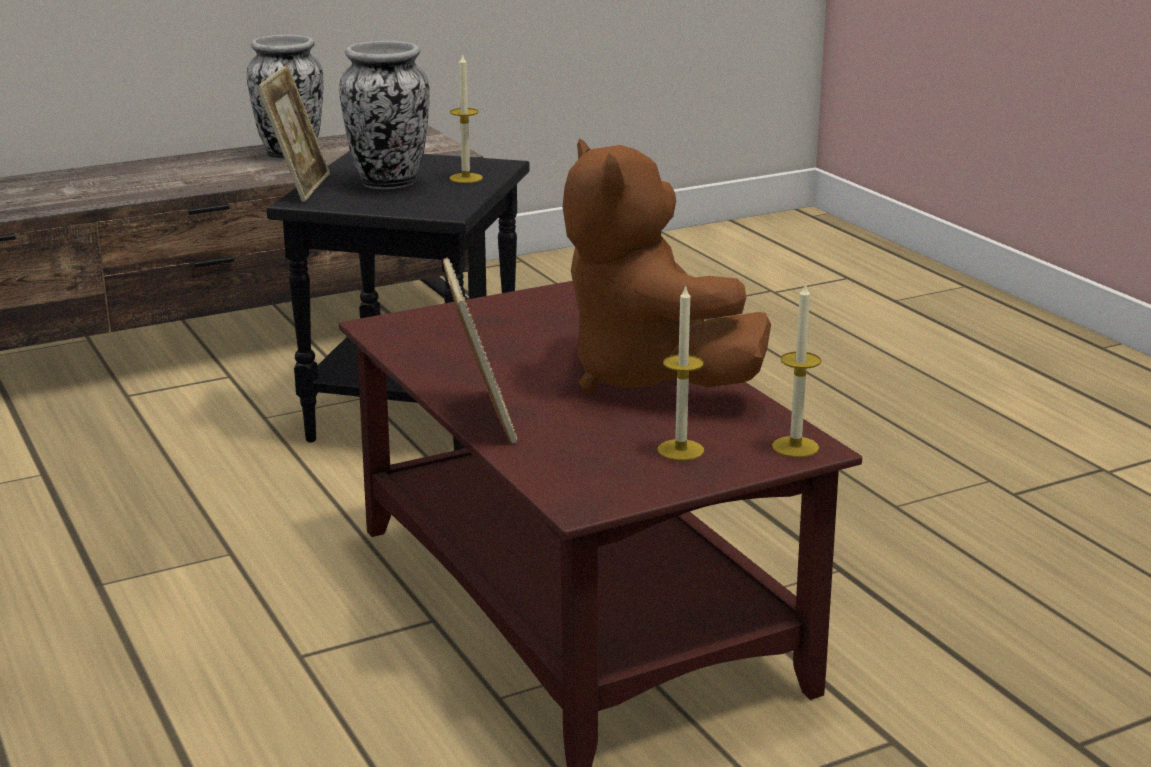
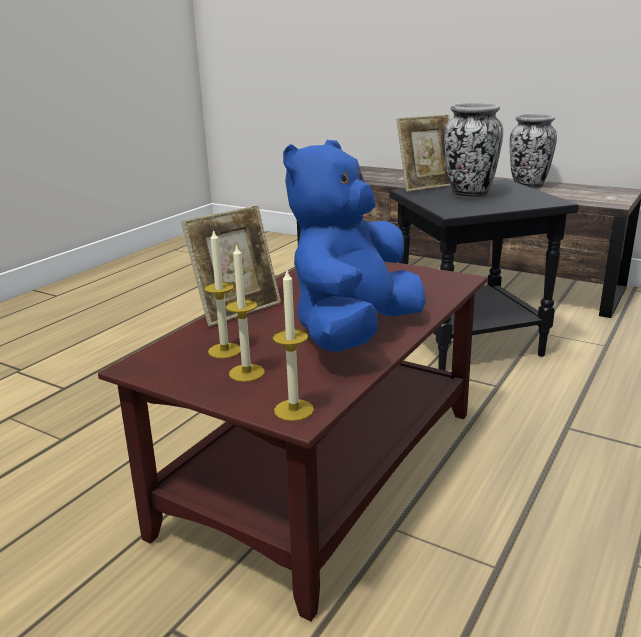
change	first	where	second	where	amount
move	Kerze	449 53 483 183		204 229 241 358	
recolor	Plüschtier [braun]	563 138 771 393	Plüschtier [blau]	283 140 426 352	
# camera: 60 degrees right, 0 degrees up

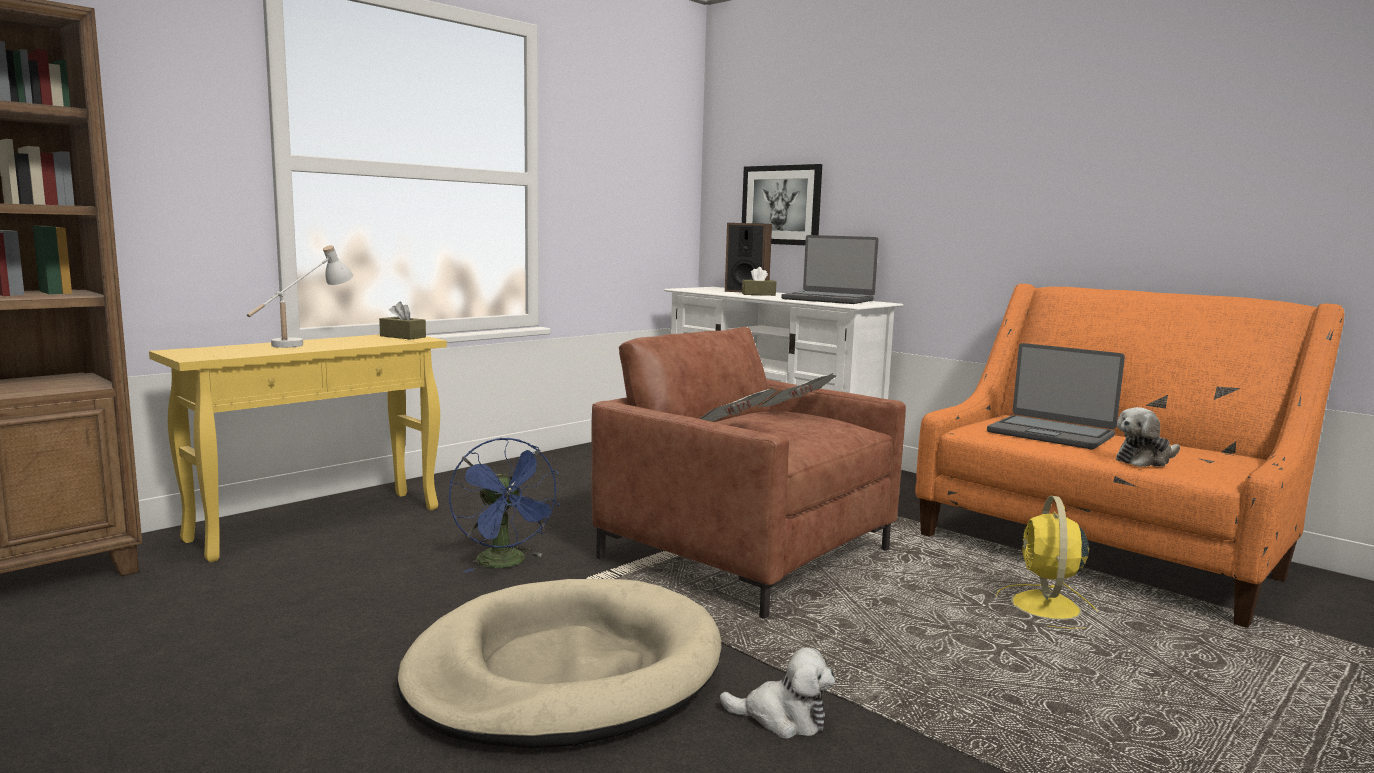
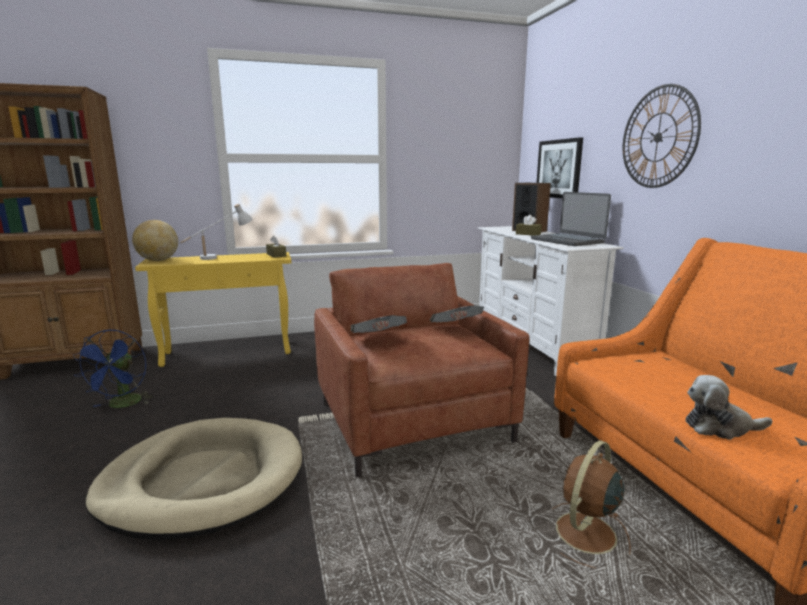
change	first	where	second	where	amount
move	Ventilator [blau]	449 438 560 573		73 329 153 408	
insert			Globus	132 220 178 261	
recolor	Ventilator [gelb]	996 496 1099 628	Ventilator [braun]	552 440 631 568	
insert			Wanduhr	623 84 701 188	
delete	Plüschtier	720 647 835 739			
delete	Laptop	987 343 1125 449			
# camera: 30 degrees right, 5 degrees up

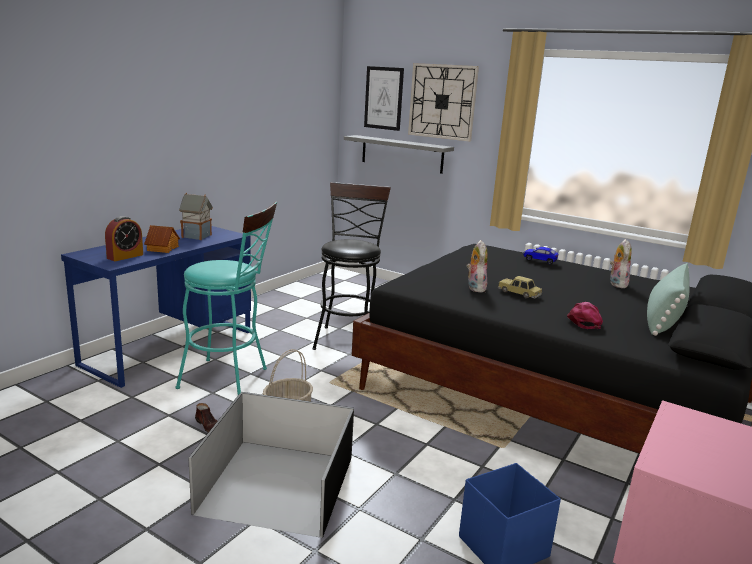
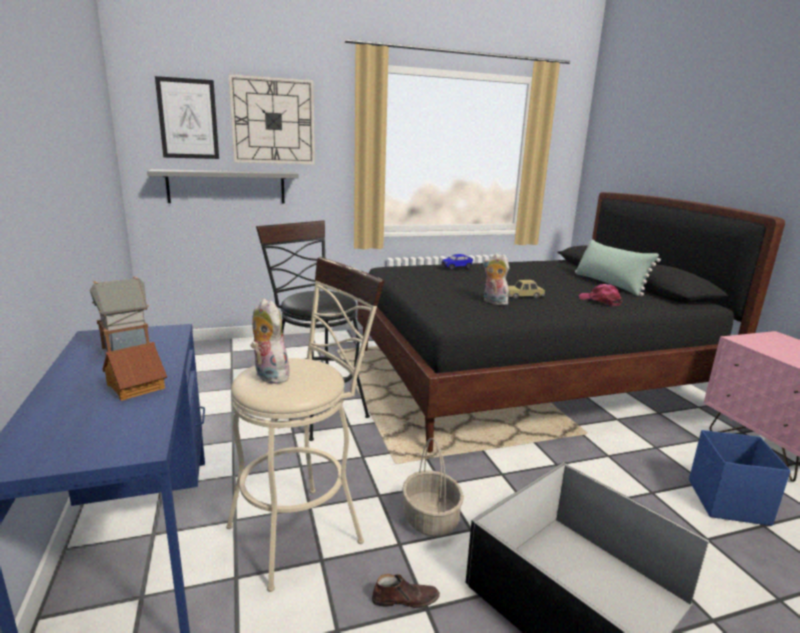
change	first	where	second	where	amount
recolor	Hocker [türkis]	176 202 277 395	Hocker [beige]	226 257 385 592	
move	Plüschtier	610 239 632 288		250 299 289 384	
delete	Wecker	105 216 143 261			
# camera: 50 degrees left, 0 degrees up

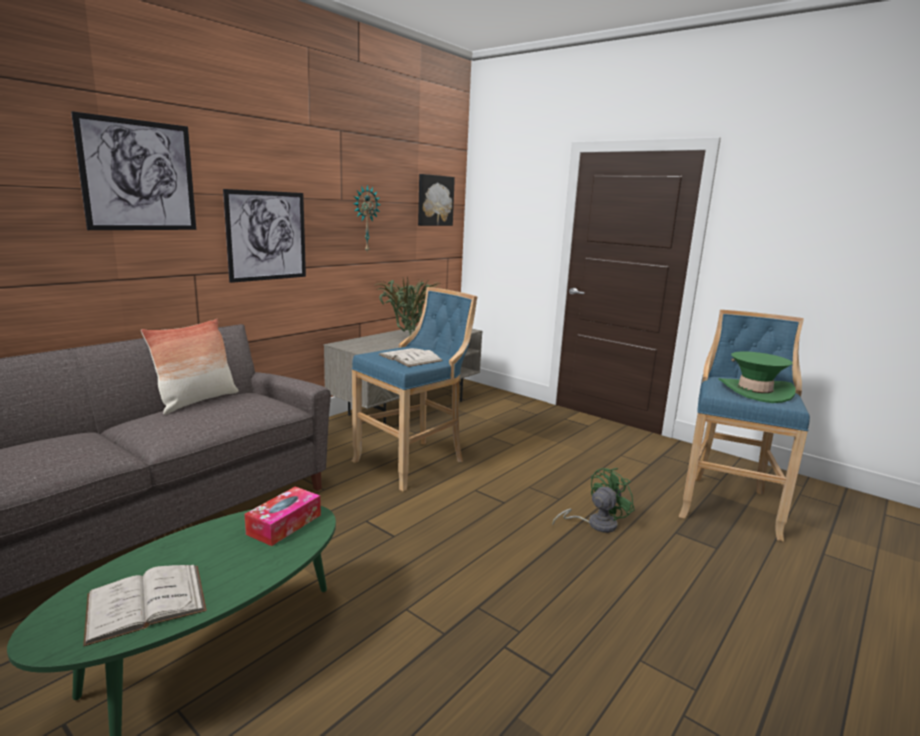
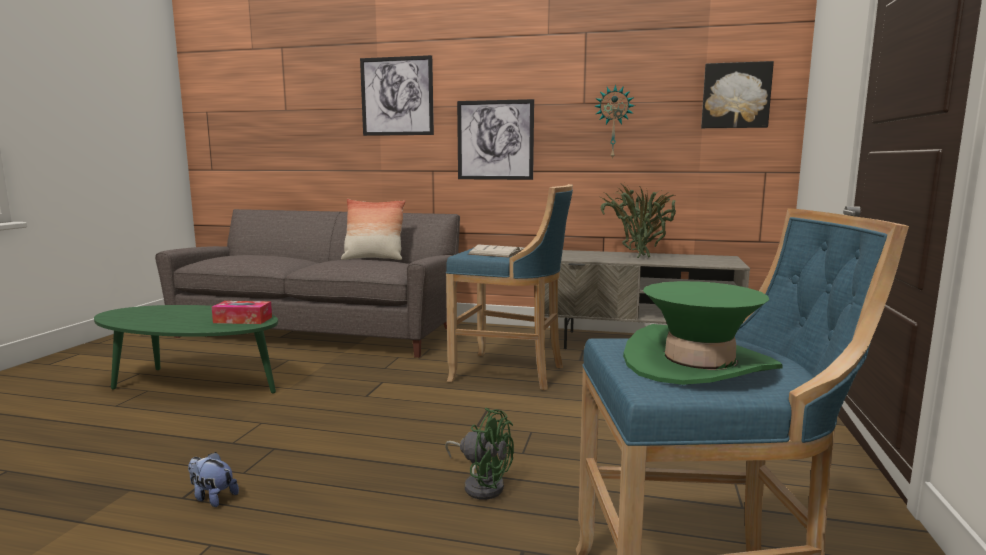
change	first	where	second	where	amount
insert			Plüschtier	188 452 239 507	
delete	Buch [weiß]	83 565 207 647			
# camera: 65 degrees right, 5 degrees down

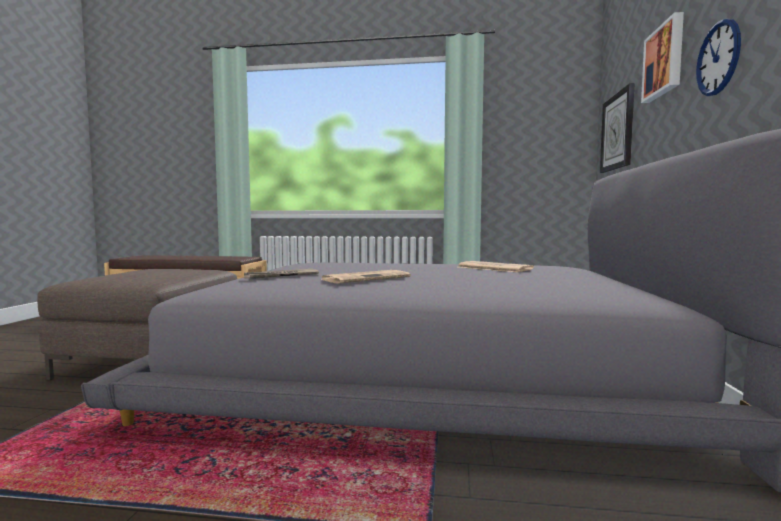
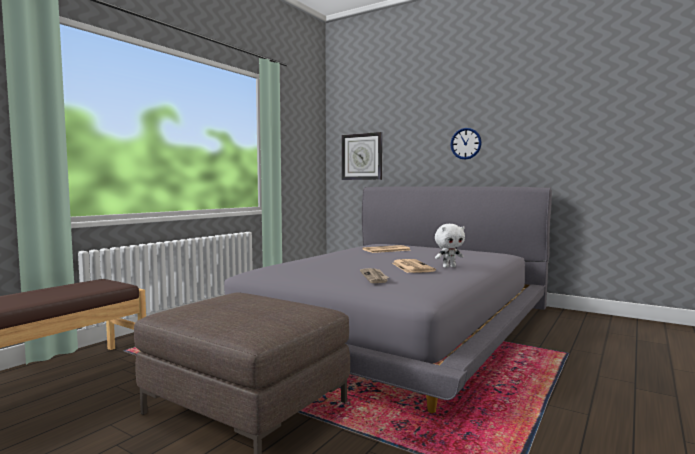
change	first	where	second	where	amount
insert			Plüschtier [weiß]	435 224 465 268	
delete	Bild	641 12 684 103			
# camera: 65 degrees left, 0 degrees up

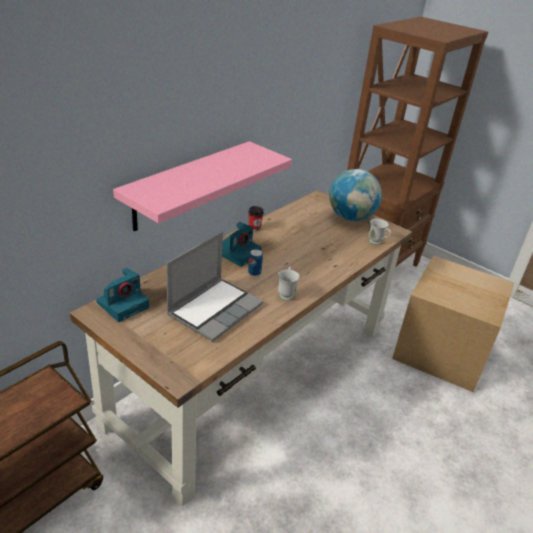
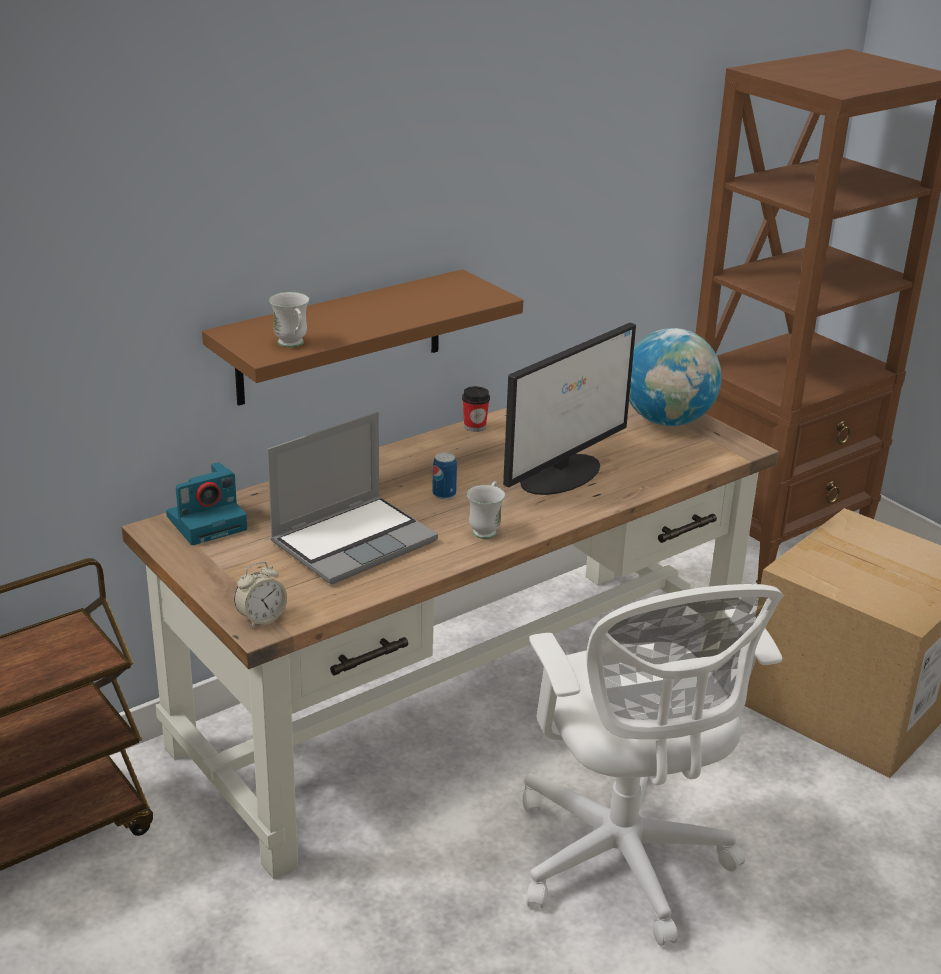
change	first	where	second	where	amount
recolor	Wandregal [rosa]	113 141 292 231	Wandregal [braun]	202 269 523 406	
insert			Wecker	234 562 287 629	
move	Henkelbecher [weiß]	369 219 391 245		269 292 309 347	
insert			Monitor	503 322 636 495	
insert			Bürostuhl [weiß]	523 584 784 946	
delete	Kamera	222 222 262 267			
# camera: 15 degrees right, 5 degrees down

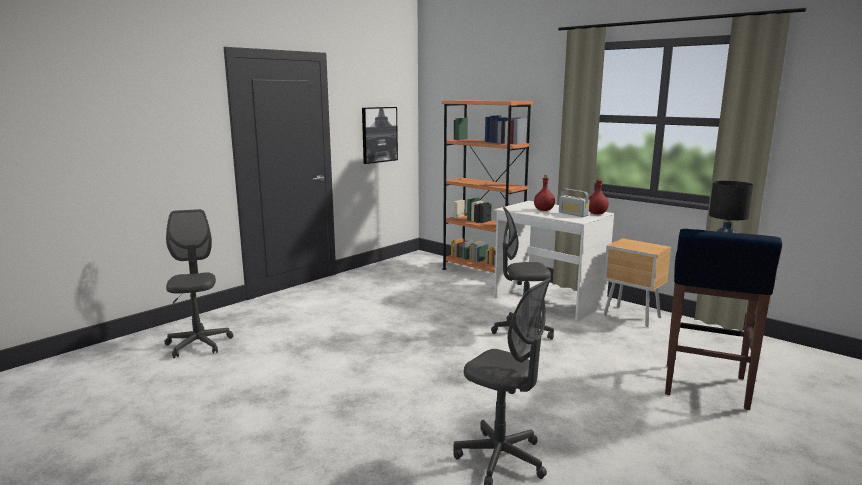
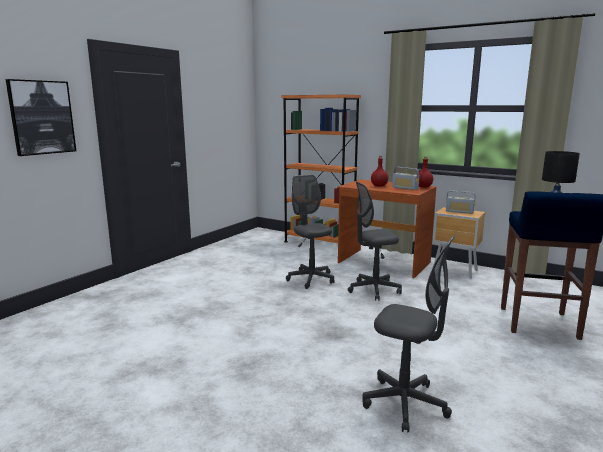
change	first	where	second	where	amount
move	Bild	362 107 398 164		5 79 76 156	
move	Bürostuhl [grau]	165 209 233 358		286 174 335 289	
recolor	Schreibtisch [weiß]	494 201 614 322	Schreibtisch [braun]	337 179 436 278	
insert			Radio	446 191 476 214	
# camera: 10 degrees left, 0 degrees up

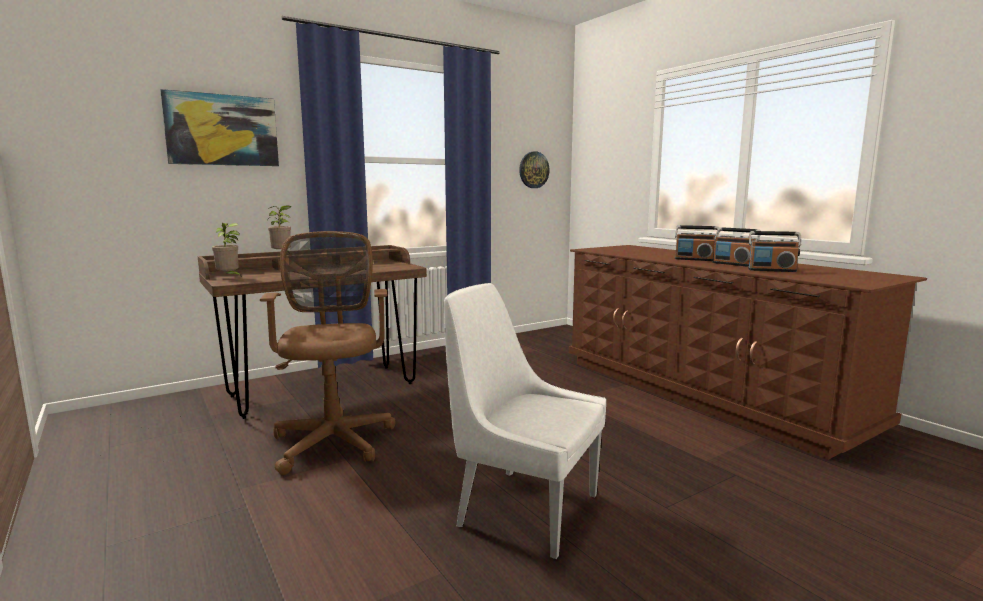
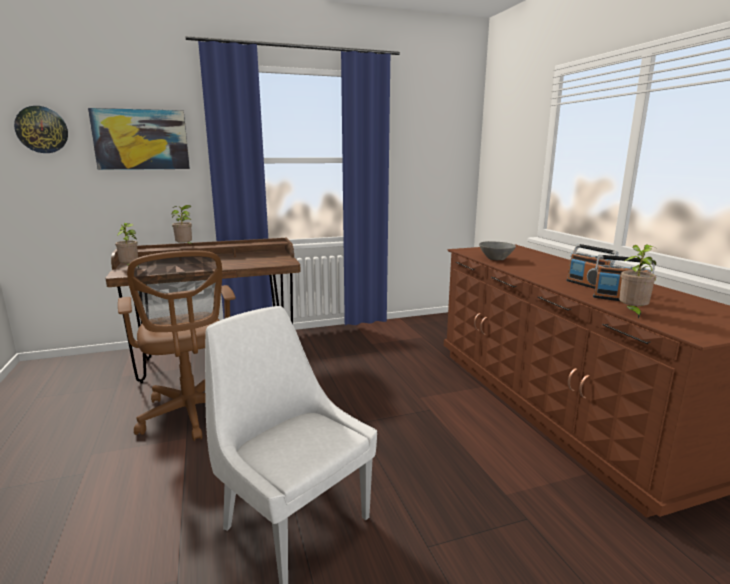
change	first	where	second	where	amount
move	Wanduhr	519 151 550 188		14 106 68 153	
rotate	Bürostuhl [braun]	260 231 395 475		118 250 235 441	150 degrees clockwise
insert			Schüssel [grau]	479 241 516 260	
insert			Topfpflanze	619 245 656 318	
delete	Radio	675 225 719 261			
# camera: 15 degrees right, 5 degrees up

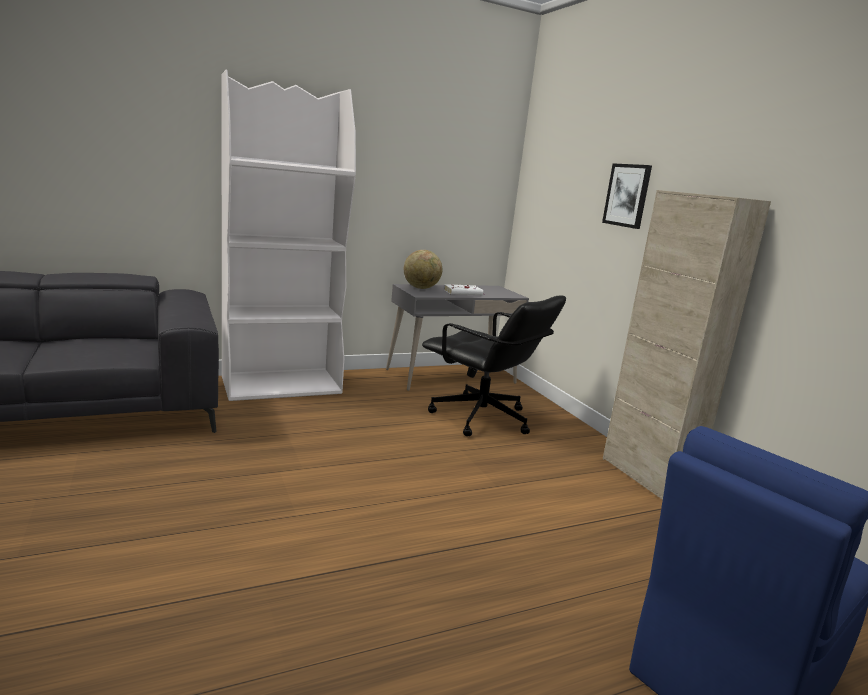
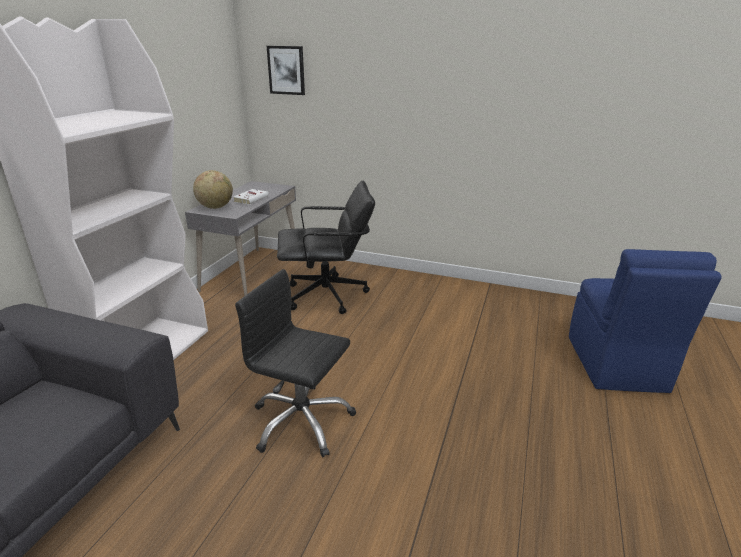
change	first	where	second	where	amount
insert			Bürostuhl [schwarz]	235 269 356 457	
move	Bild	602 163 652 229		267 46 305 95	
delete	Schrank [beige]	603 190 771 500			
# camera: 45 degrees left, 10 degrees up

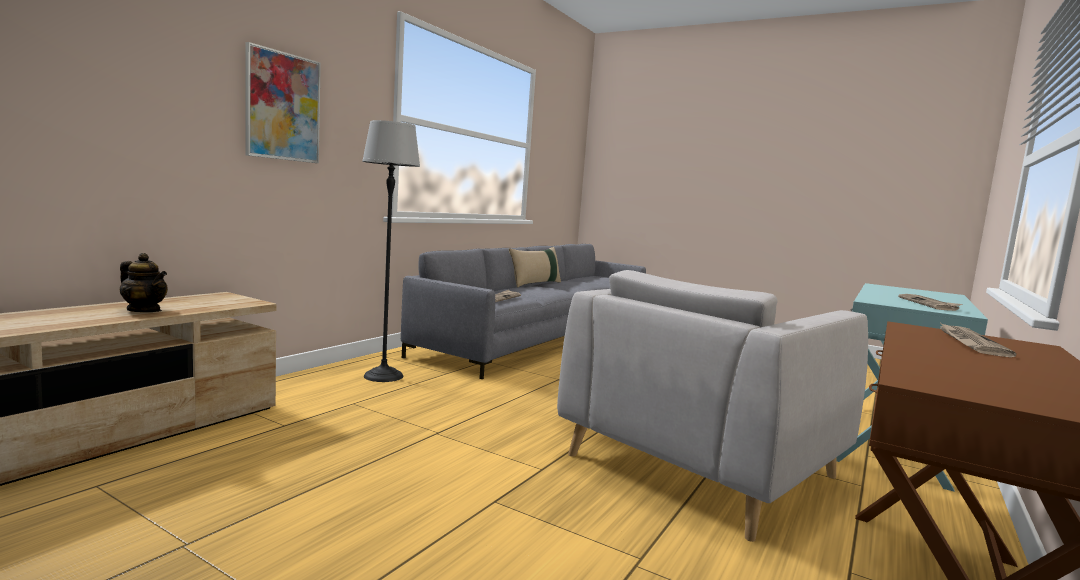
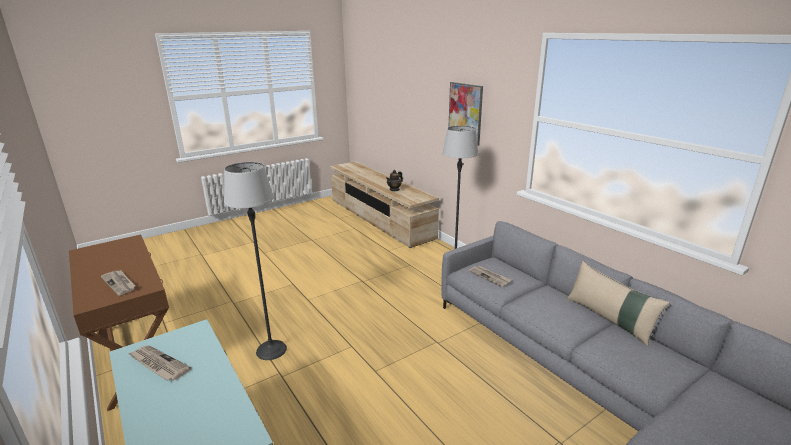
change	first	where	second	where	amount
replace	Sessel [grau]	557 270 868 542	Stehlampe	224 162 287 360	
# camera: 115 degrees right, 15 degrees up

